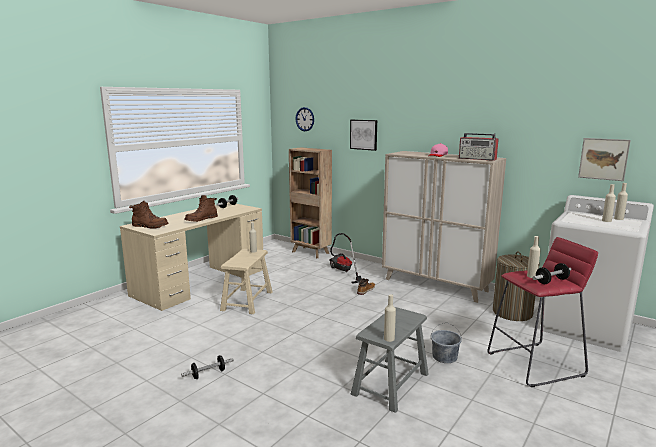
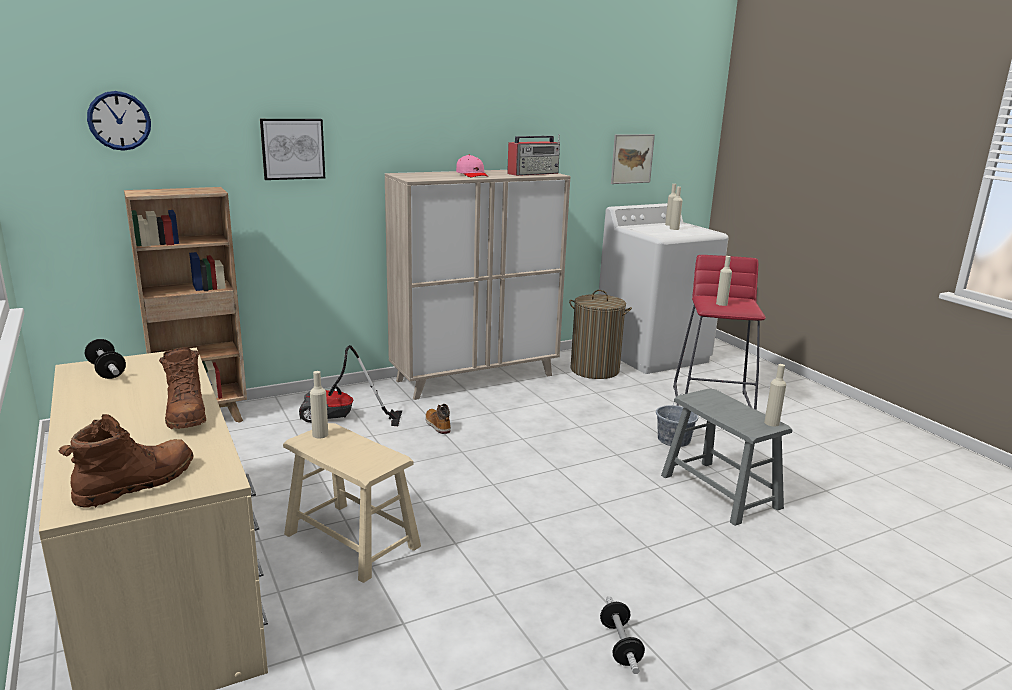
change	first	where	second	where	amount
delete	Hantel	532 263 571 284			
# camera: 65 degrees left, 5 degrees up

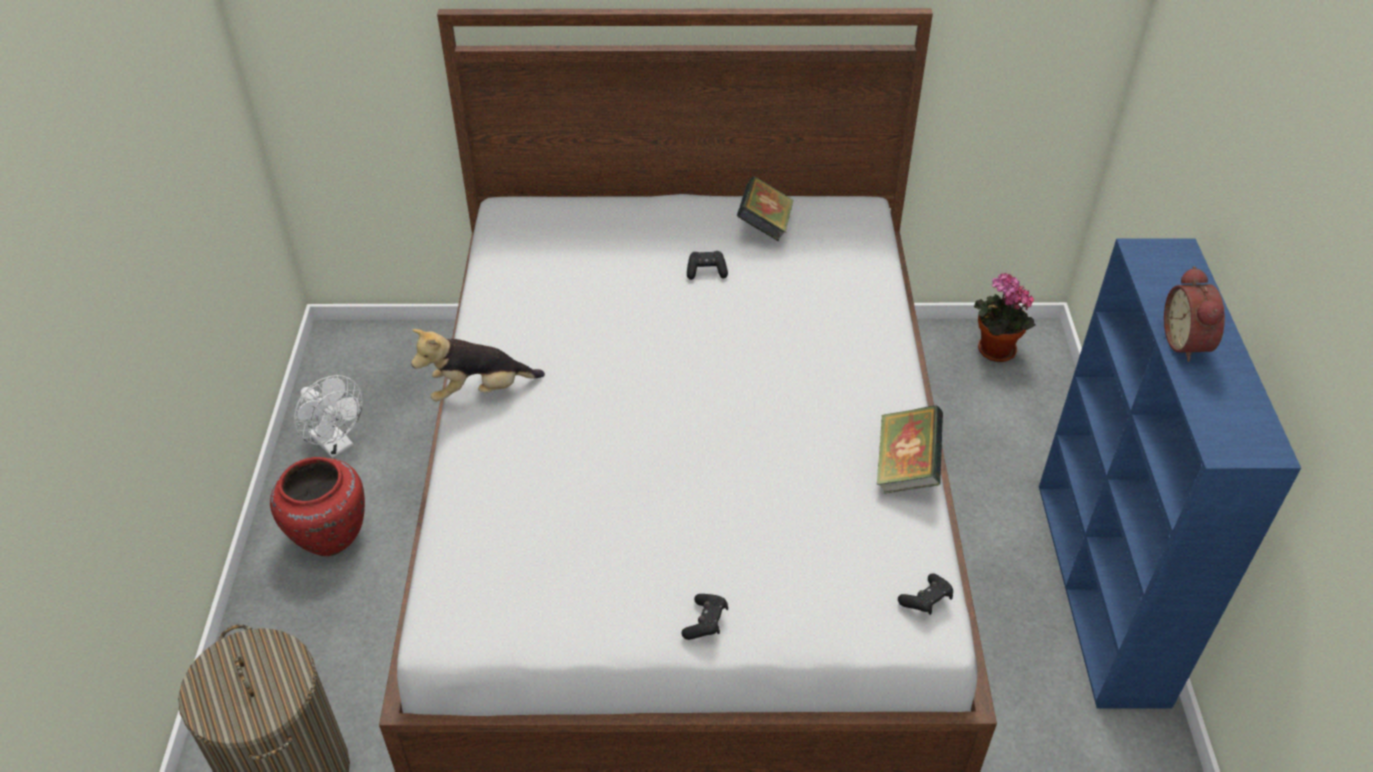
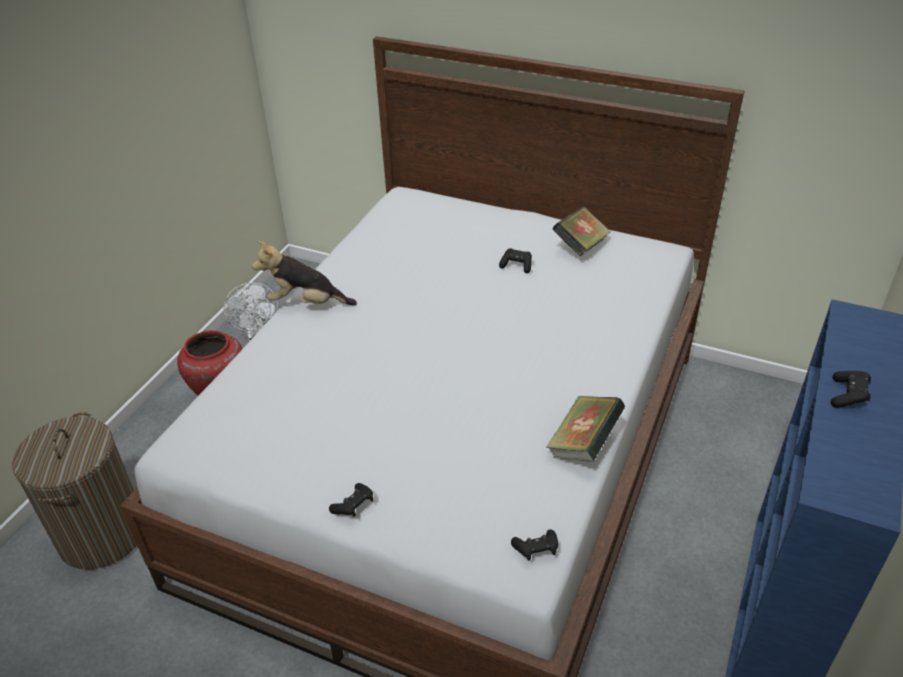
change	first	where	second	where	amount
replace	Wecker	1164 266 1225 362	Gamepad [schwarz]	830 371 871 408	
delete	Topfpflanze	974 273 1035 362			
# camera: 25 degrees right, 5 degrees down

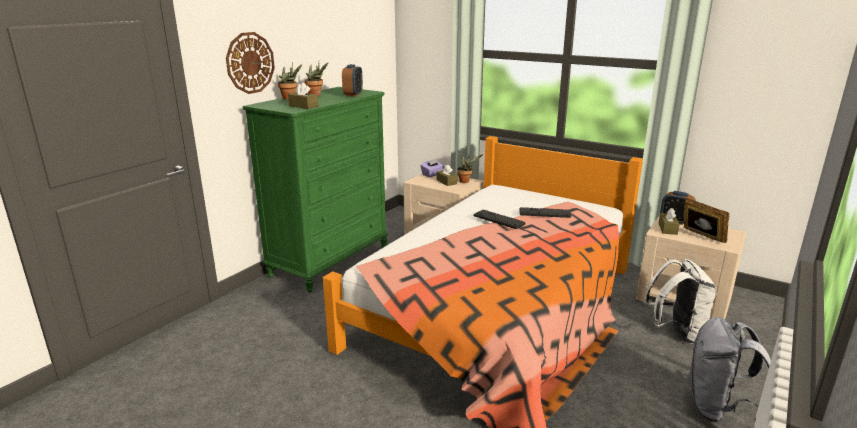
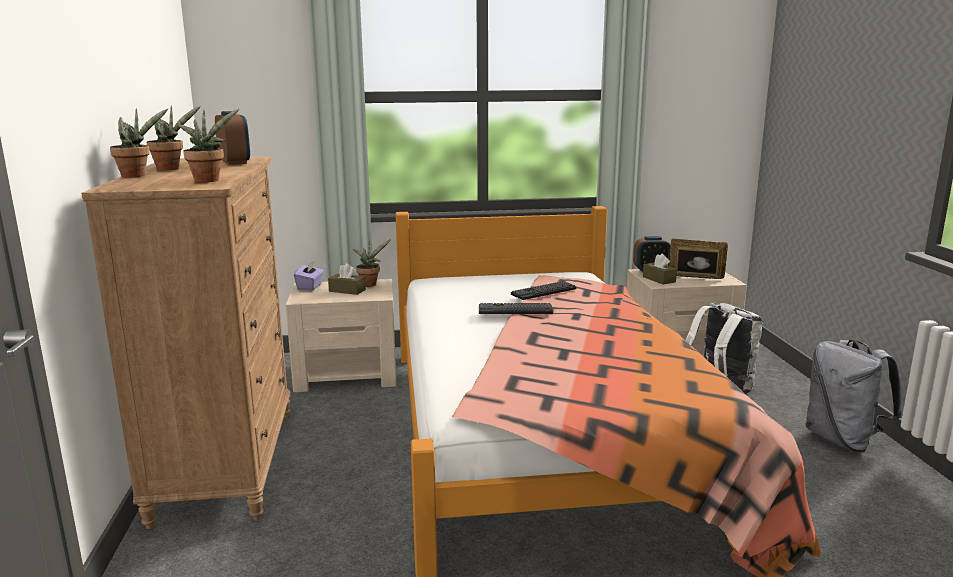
change	first	where	second	where	amount
recolor	Kommode [grün]	243 87 388 293	Kommode [braun]	81 157 291 529	
replace	Taschentuchbox [braun]	288 82 318 109	Topfpflanze	176 109 239 183	
delete	Wanduhr	226 32 275 94			
# camera: 40 degrees left, 5 degrees down

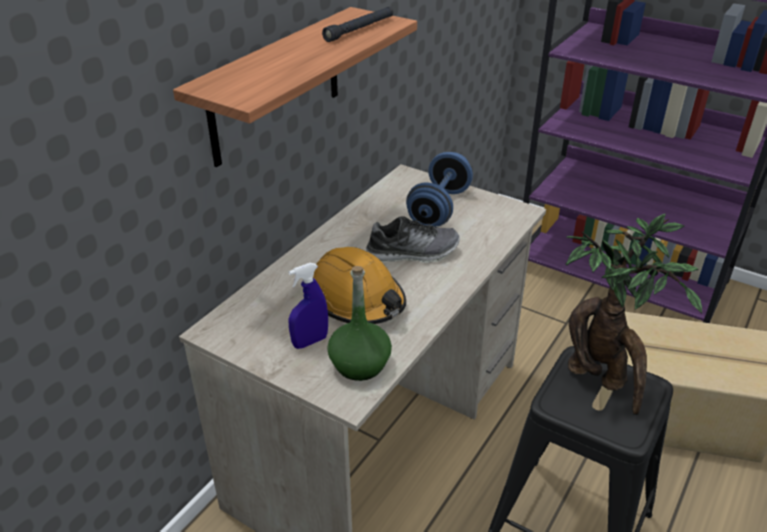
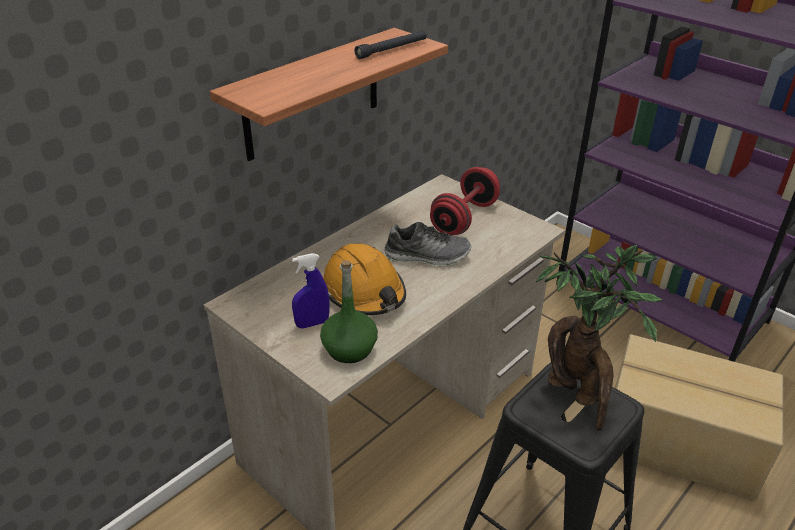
change	first	where	second	where	amount
recolor	Hantel [blau]	406 152 473 227	Hantel [rot]	430 167 500 235	
# camera: 10 degrees right, 0 degrees up

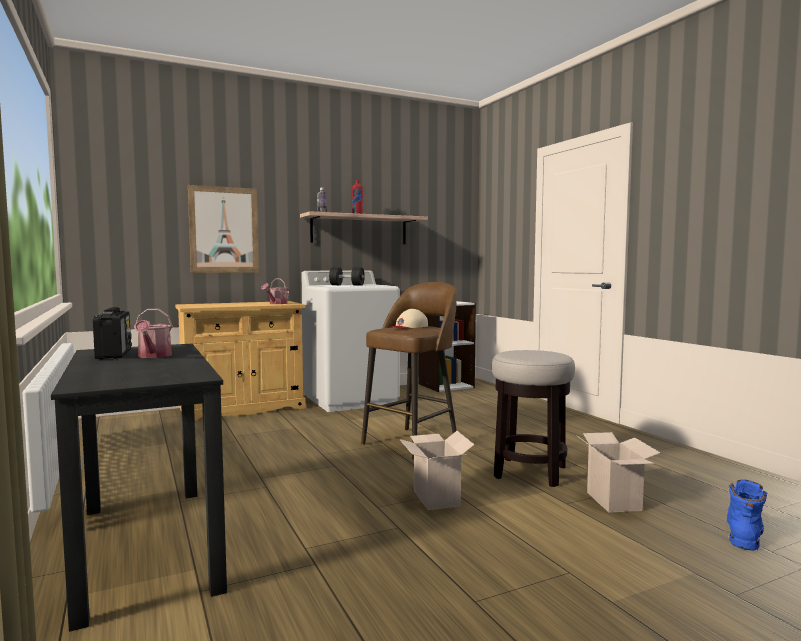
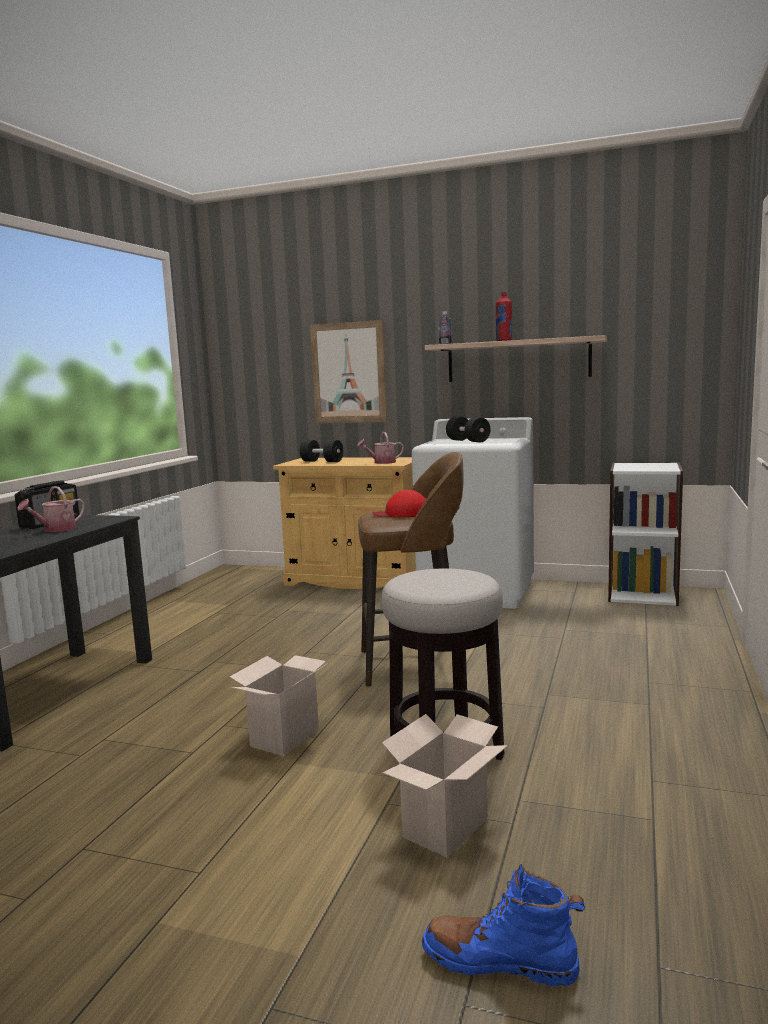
change	first	where	second	where	amount
insert			Hantel [schwarz]	300 440 343 462	
recolor	Kappe [beige]	391 309 428 329	Kappe [rot]	372 490 426 517	
rotate	Stiefel [blau]	727 479 767 551		422 864 585 987	150 degrees counterclockwise
# camera: 45 degrees right, 5 degrees up

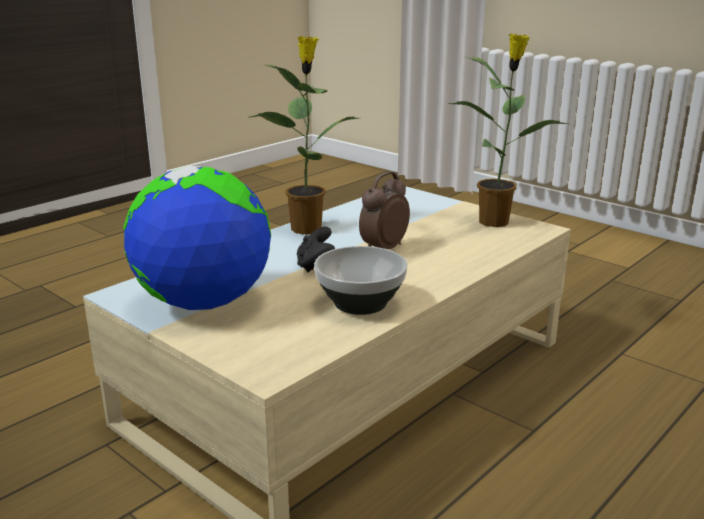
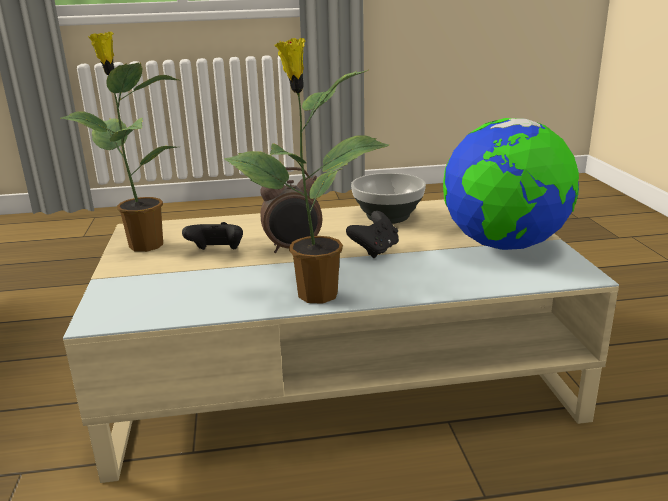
change	first	where	second	where	amount
insert			Gamepad [schwarz]	182 222 243 250	
# camera: 140 degrees left, 0 degrees up

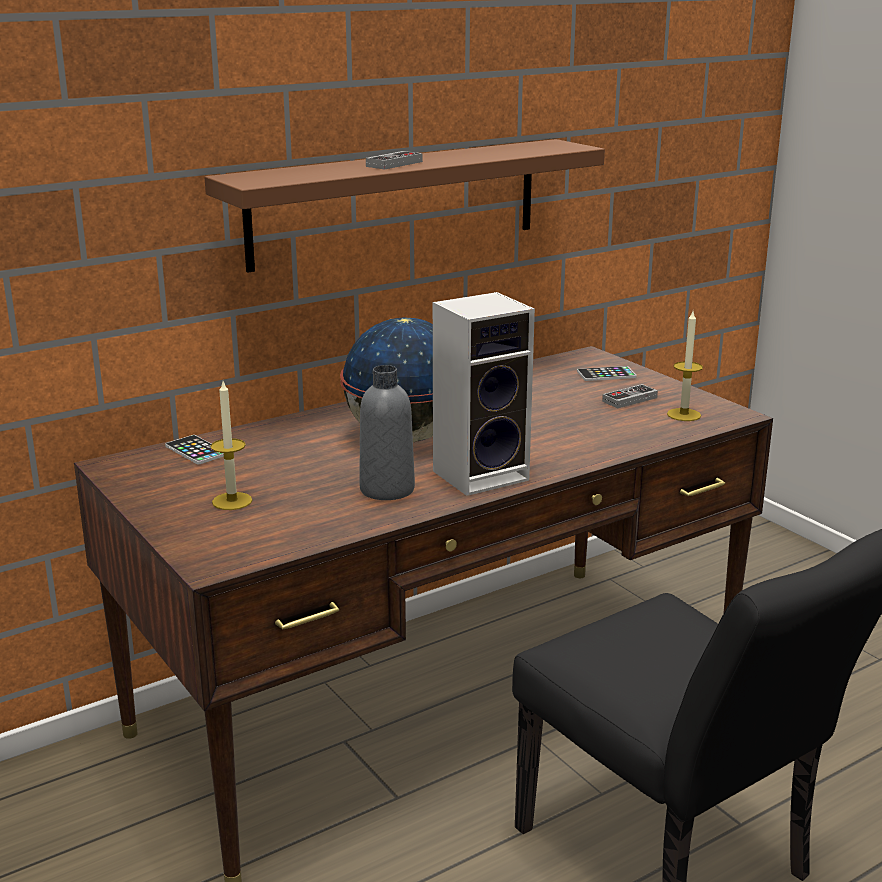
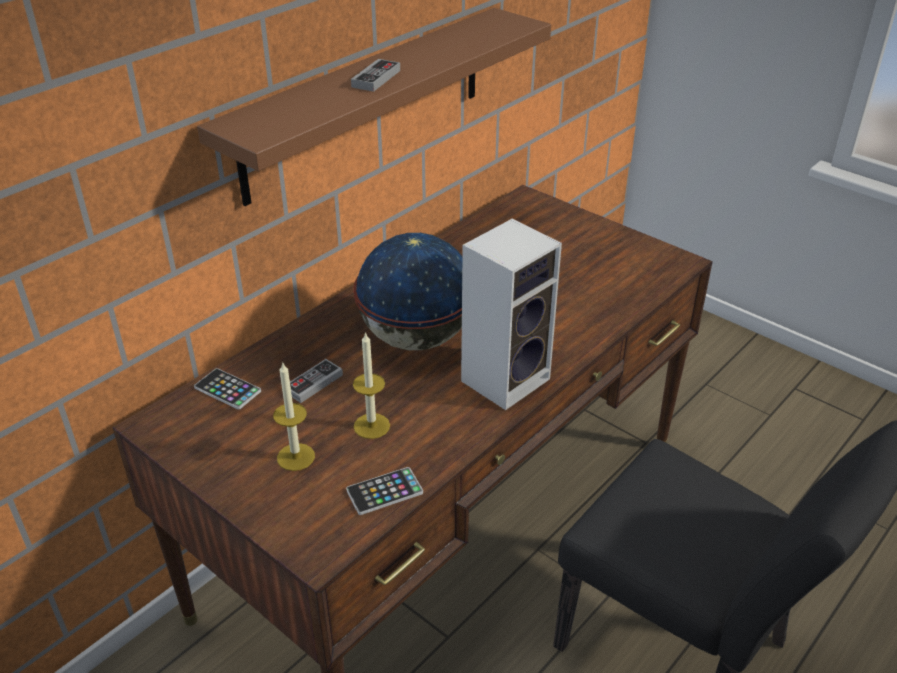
change	first	where	second	where	amount
move	Gamepad	602 384 658 408		290 359 343 403	
move	Handy	577 366 637 381		346 467 423 515	
move	Kerze	667 311 703 421		353 332 390 439	
delete	Flasche [grau]	359 365 415 500			
# camera: 15 degrees left, 15 degrees up

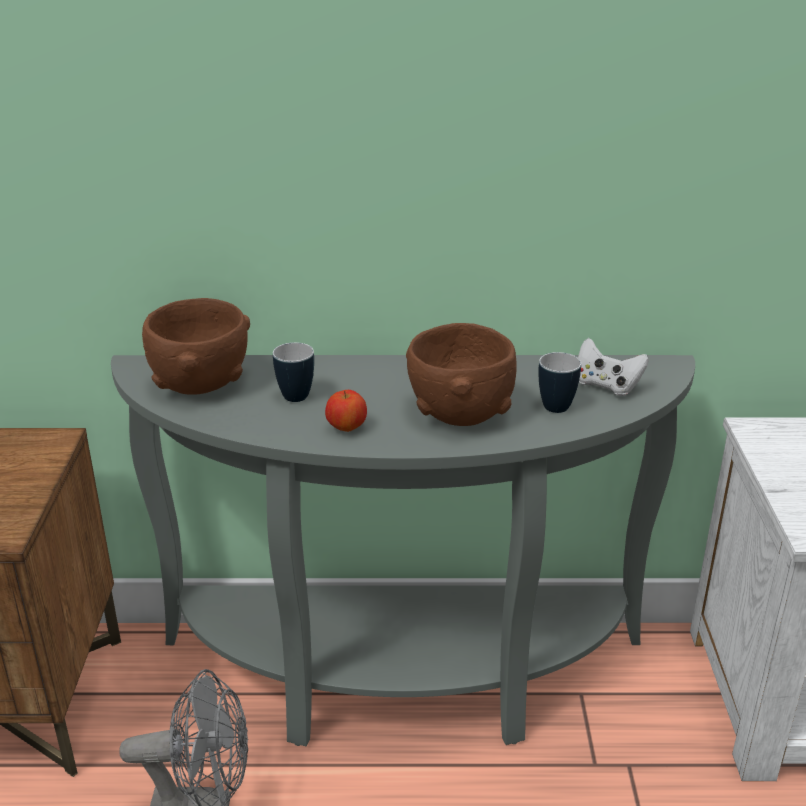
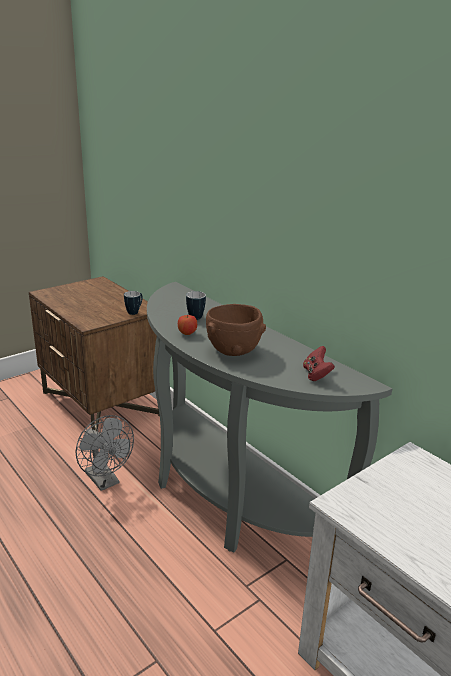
change	first	where	second	where	amount
move	Henkelbecher	539 352 581 413		124 291 143 315	
recolor	Gamepad [weiß]	578 338 649 396	Gamepad [rot]	303 346 335 381	
delete	Schüssel [braun]	142 298 250 395			
# camera: 50 degrees right, 5 degrees down

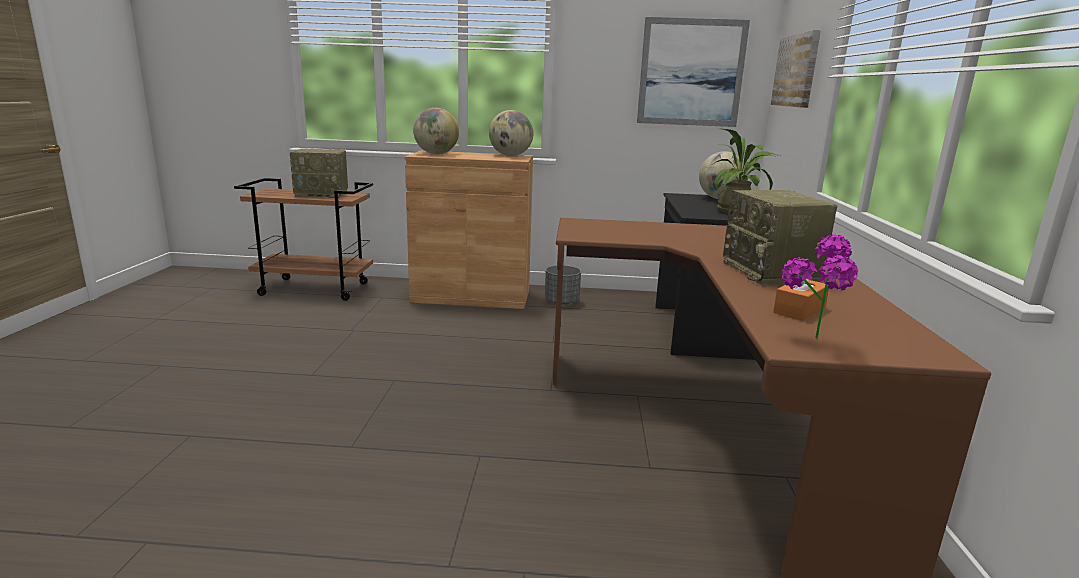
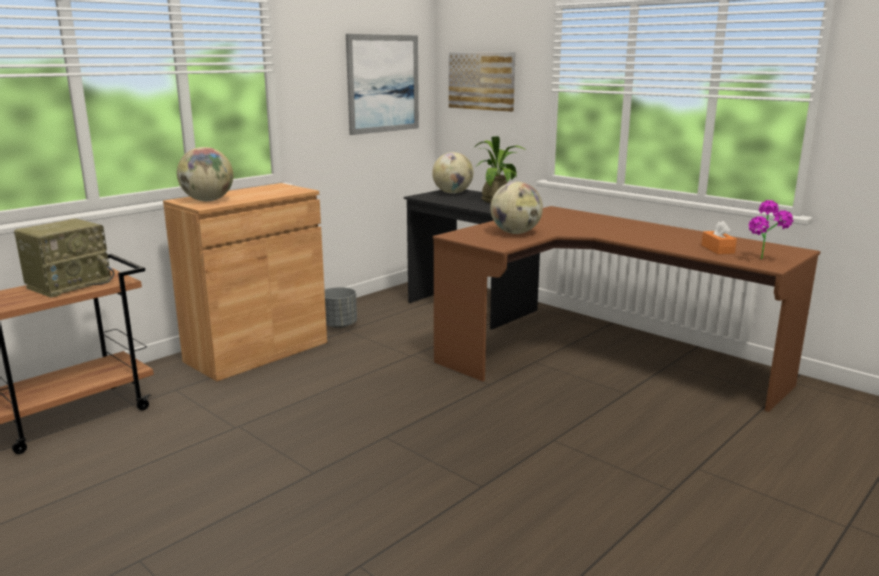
change	first	where	second	where	amount
move	Globus	489 110 533 156		490 182 543 234	
delete	Radio	723 190 837 285			
# camera: 50 degrees left, 0 degrees up

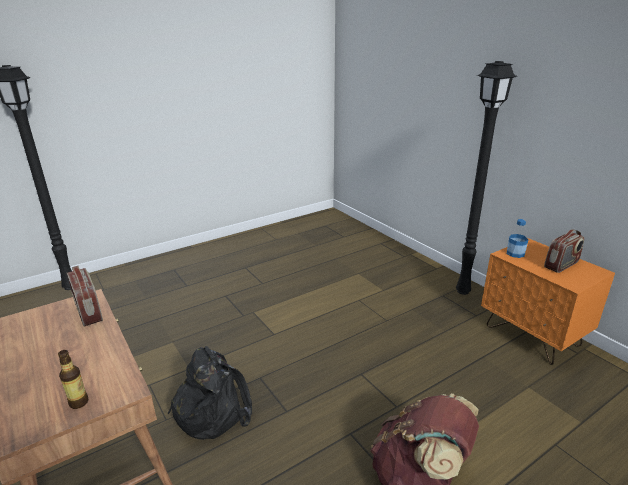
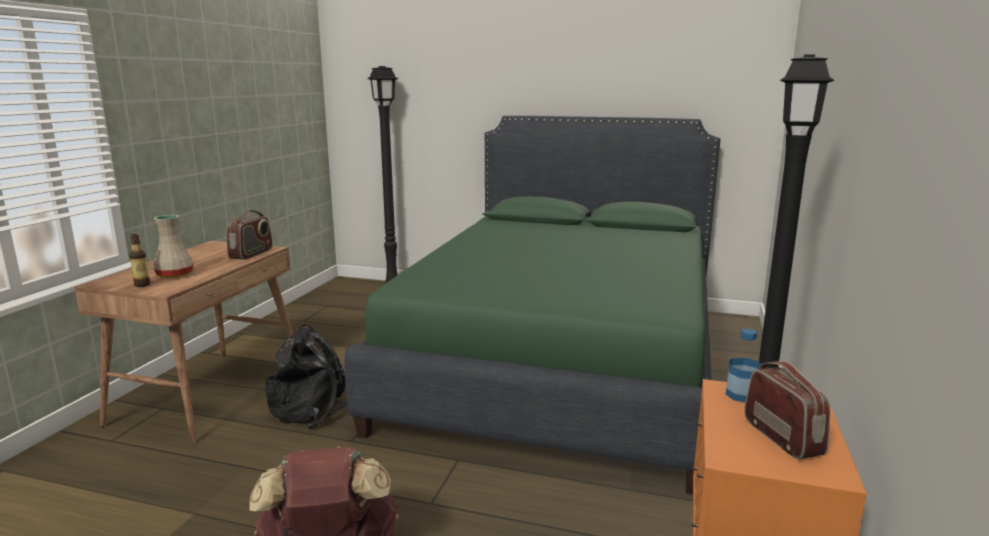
change	first	where	second	where	amount
insert			Vase [beige]	153 215 194 278	
insert			Bett [grün]	345 116 721 495	
rotate	Radio	544 229 585 273		744 361 830 459	120 degrees counterclockwise
# camera: 50 degrees right, 10 degrees down

